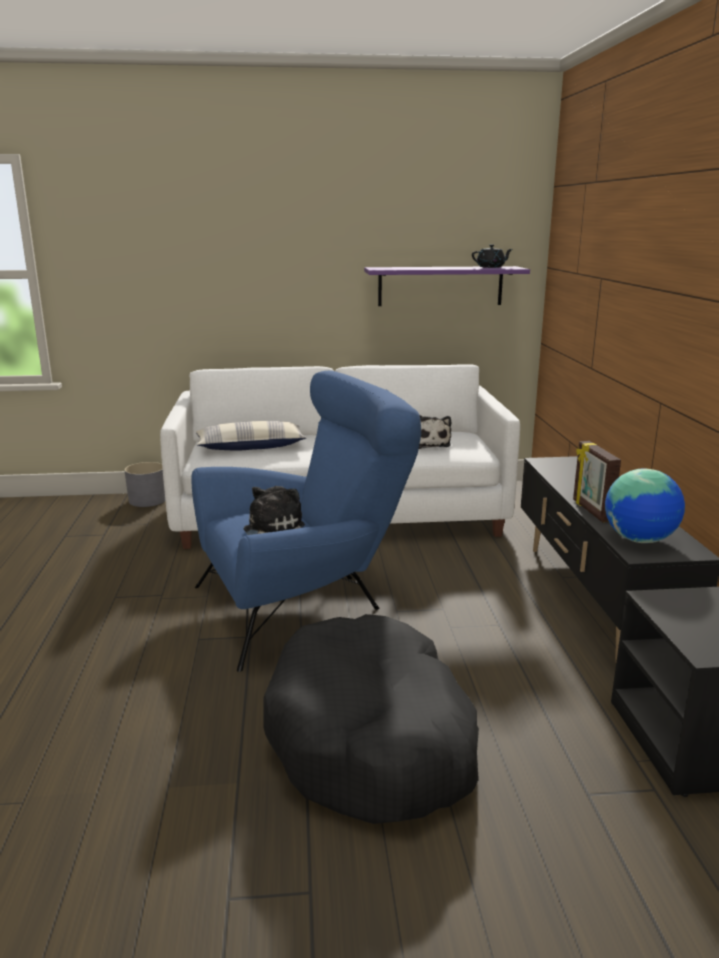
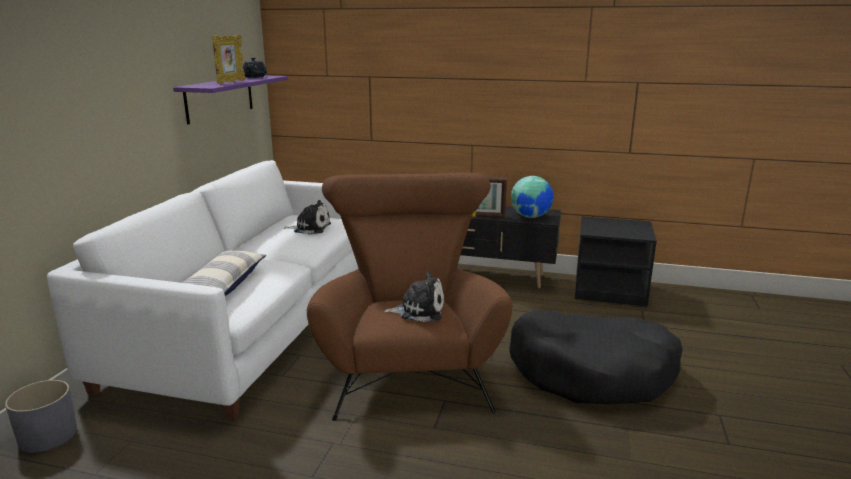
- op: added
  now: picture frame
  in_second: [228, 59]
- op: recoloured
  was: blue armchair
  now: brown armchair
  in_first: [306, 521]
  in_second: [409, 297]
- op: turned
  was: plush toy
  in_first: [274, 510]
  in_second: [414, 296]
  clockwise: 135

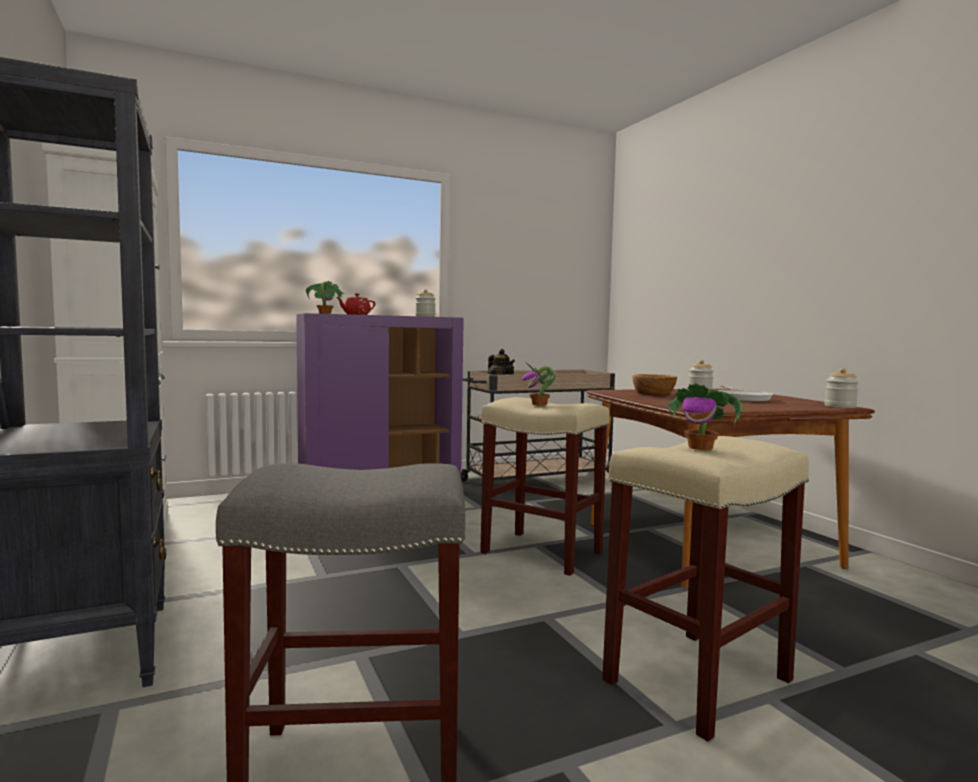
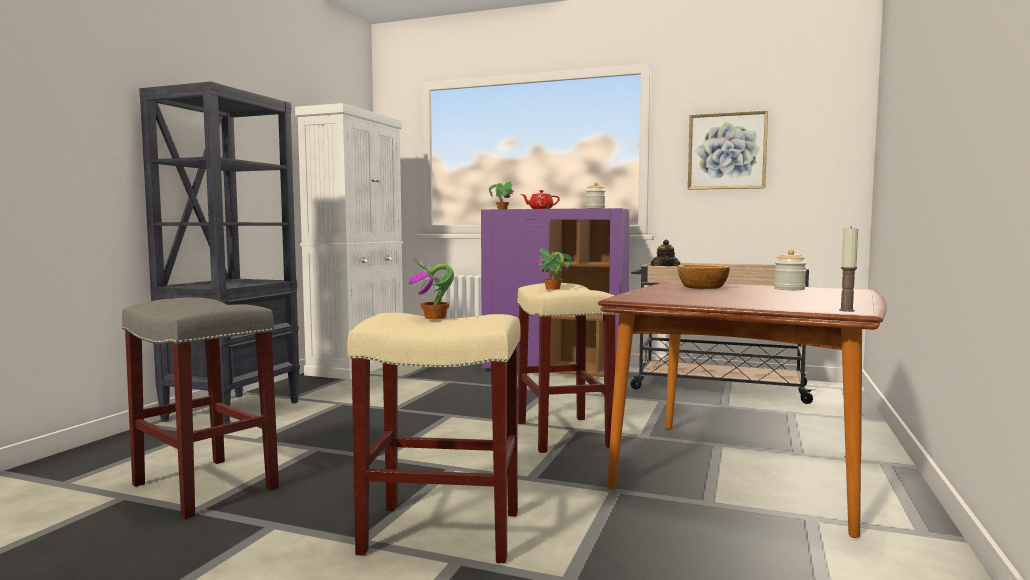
- op: removed
  was: frying pan
  in_first: [745, 394]
- op: added
  now: picture
  in_second: [728, 150]
- op: replaced
  was: jar
  now: candle
  in_first: [841, 388]
  in_second: [848, 269]

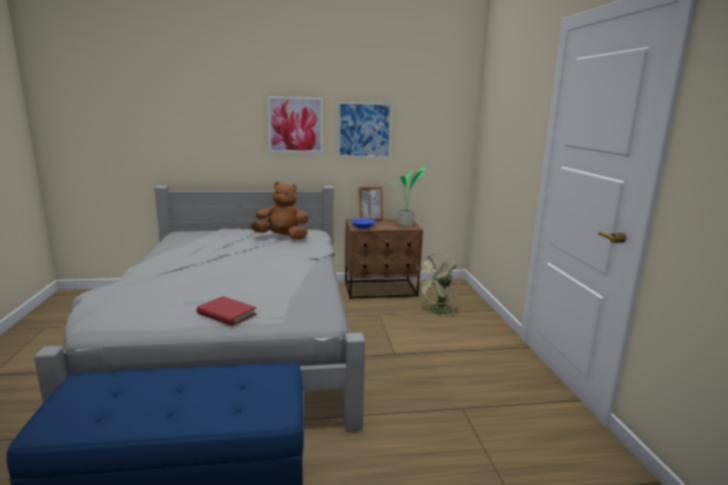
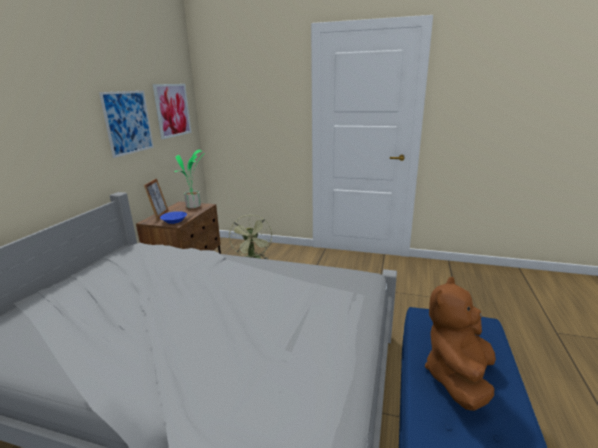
- op: removed
  was: red book
  in_first: [227, 311]
- op: moved
  was: brown plush toy
  in_first: [279, 211]
  in_second: [460, 344]
- op: moved
  was: picture
  in_first: [295, 124]
  in_second: [171, 111]

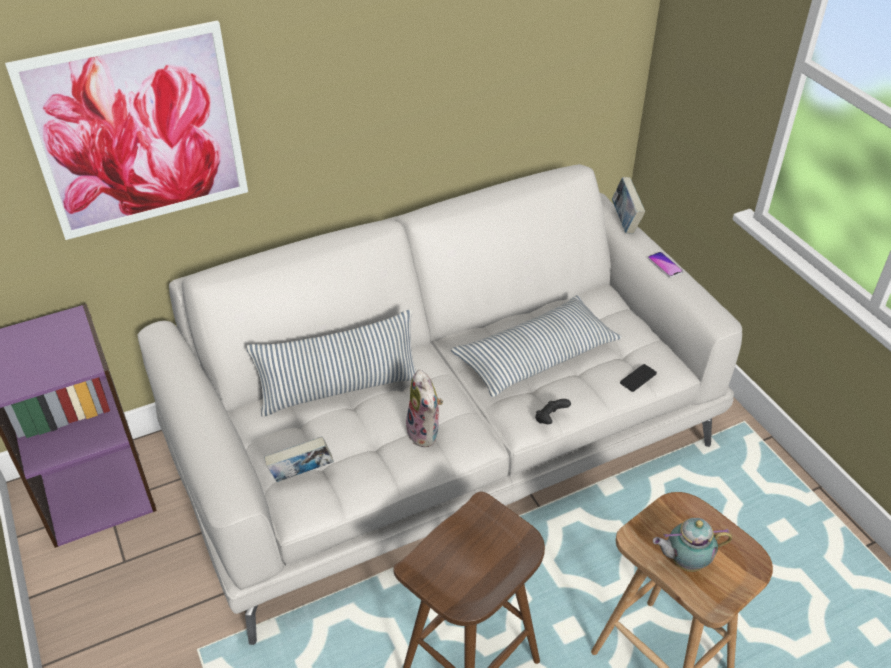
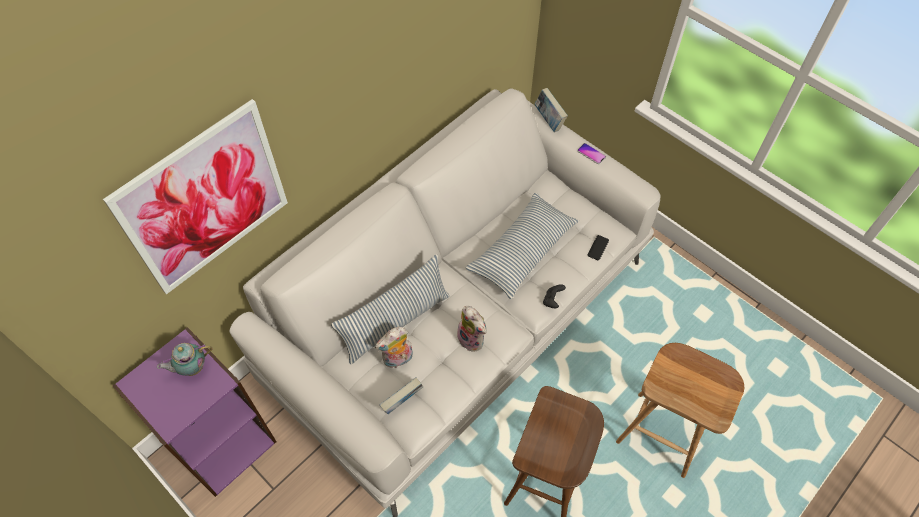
- op: added
  now: plush toy
  in_second: [394, 348]
- op: moved
  was: teapot
  in_first: [692, 545]
  in_second: [185, 359]

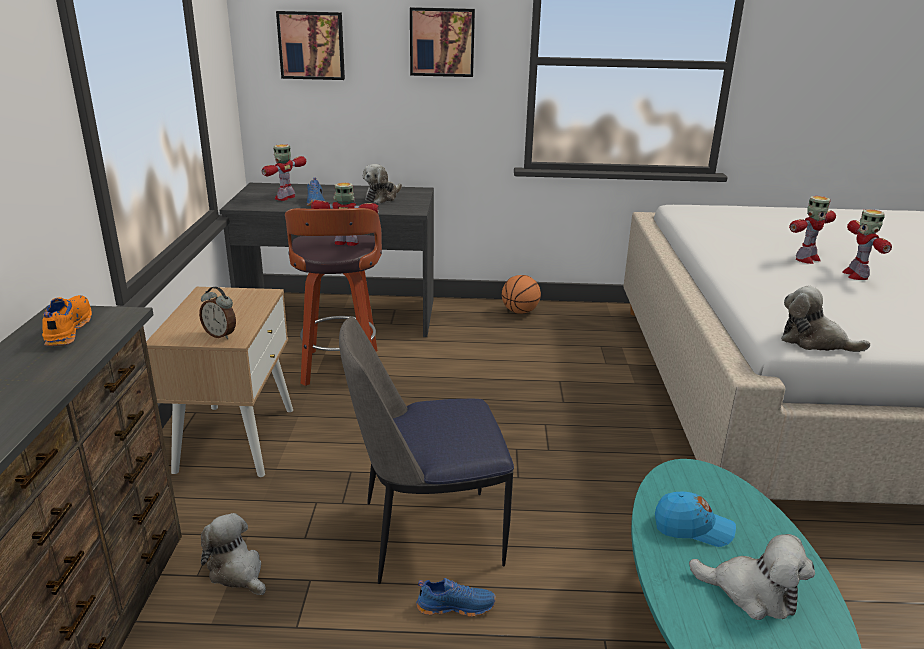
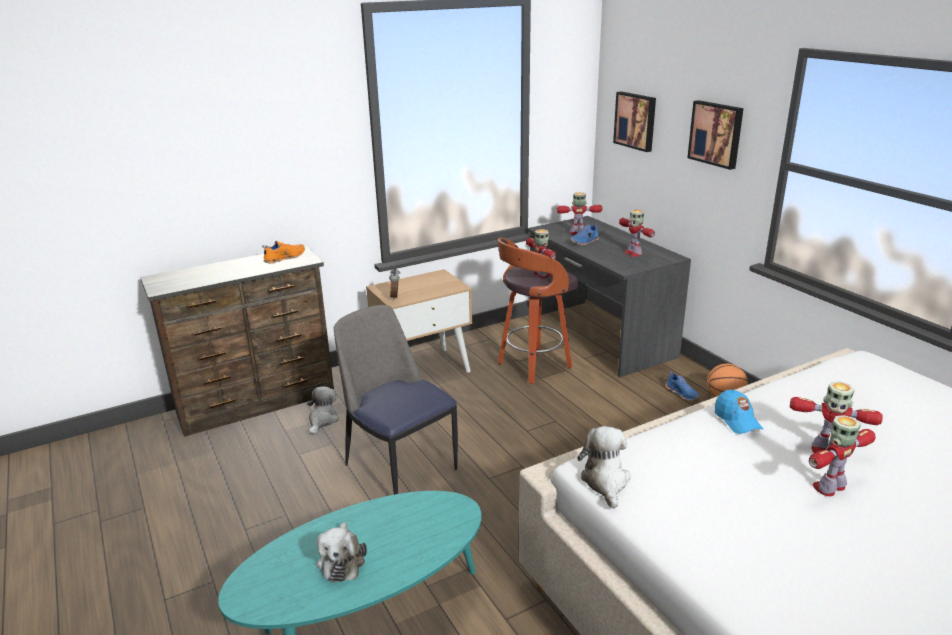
- op: moved
  was: blue shoe
  in_first: [456, 597]
  in_second: [683, 386]
- op: moved
  was: blue cap
  in_first: [695, 519]
  in_second: [739, 412]
- op: replaced
  was: plush toy
  now: toy robot
  in_first: [382, 184]
  in_second: [637, 233]

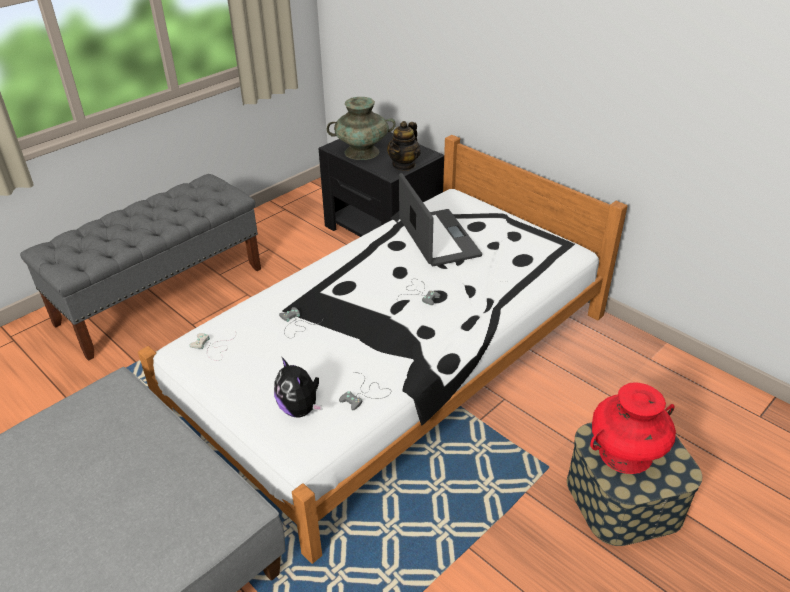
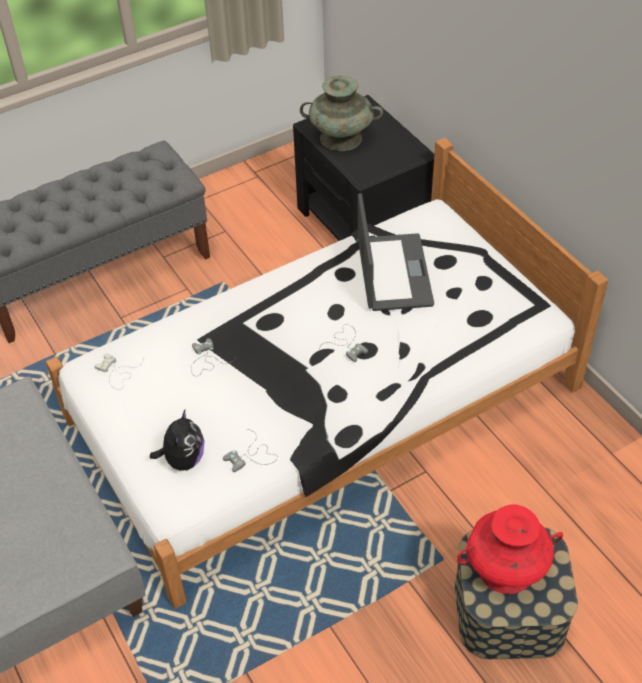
- op: removed
  was: teapot
  in_first: [404, 146]
- op: turned
  was: plush toy
  in_first: [298, 387]
  in_second: [177, 440]
  clockwise: -150

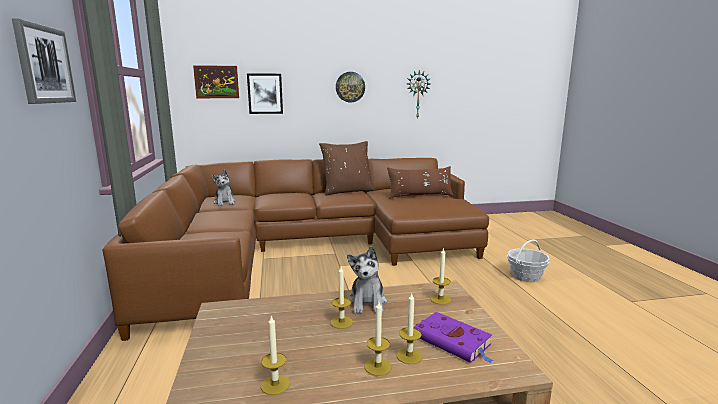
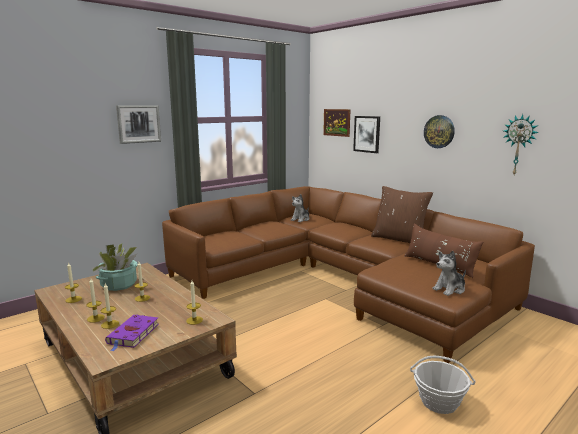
- op: added
  now: potted plant
  in_second: [114, 267]
- op: moved
  was: plush toy
  in_first: [367, 279]
  in_second: [449, 273]

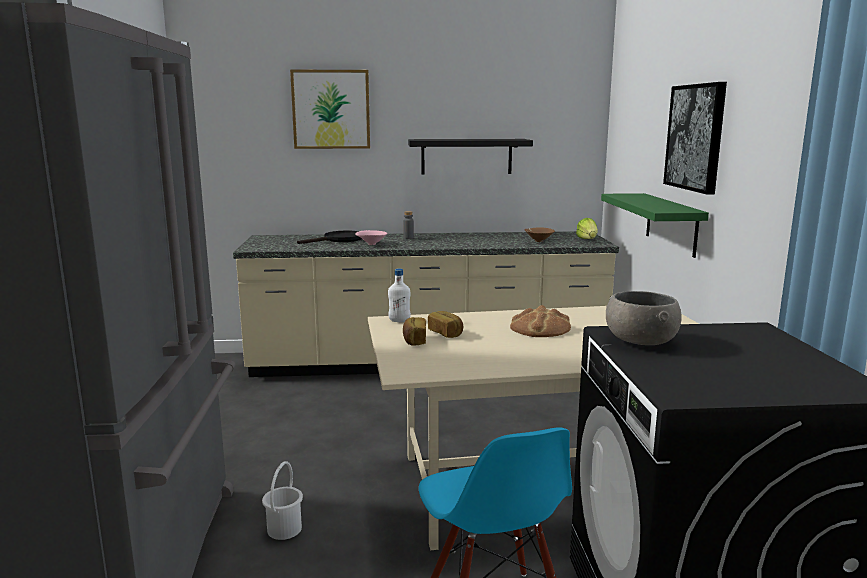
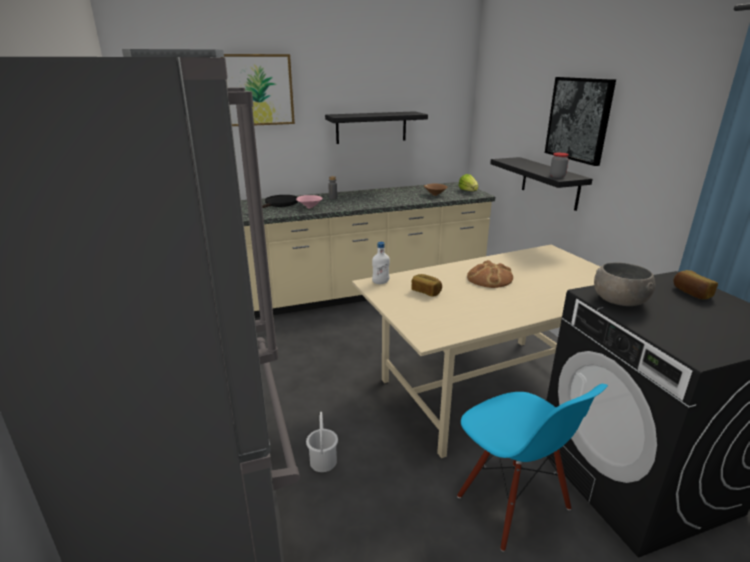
- op: added
  now: jar
  in_second: [559, 165]
- op: moved
  was: bread
  in_first: [414, 331]
  in_second: [696, 284]
- op: recoloured
  was: green shelf
  now: black shelf
  in_first: [655, 225]
  in_second: [541, 184]

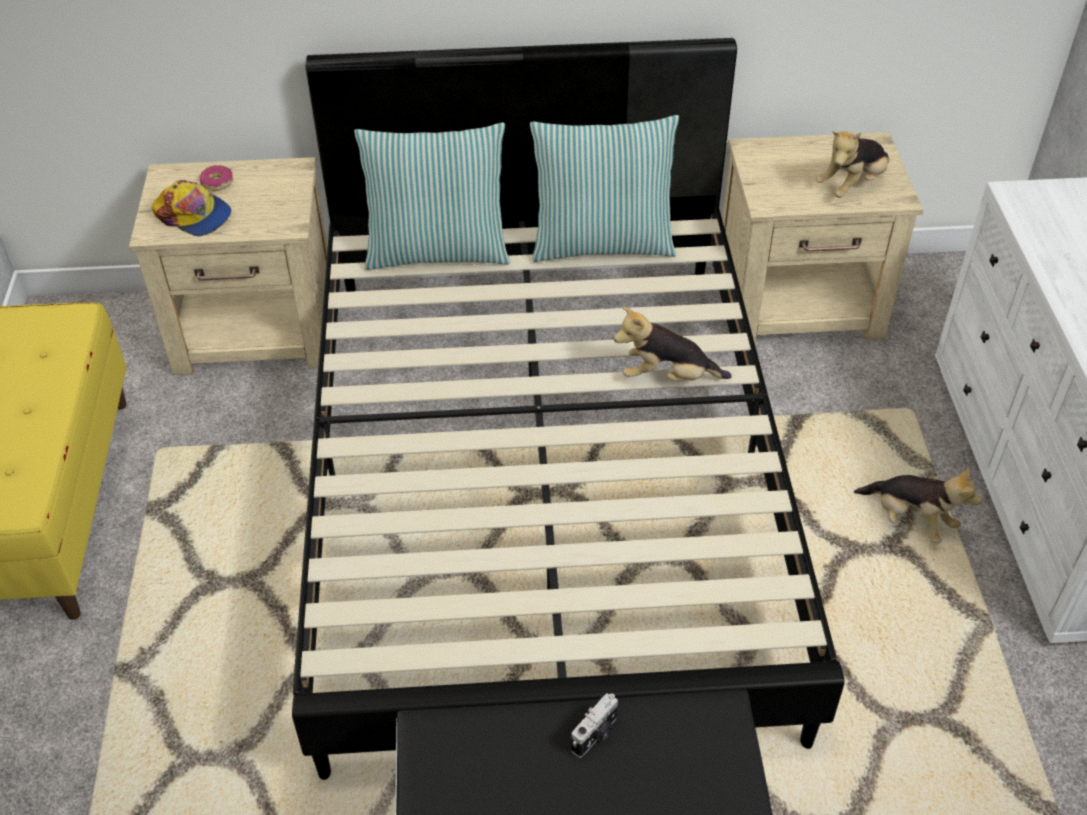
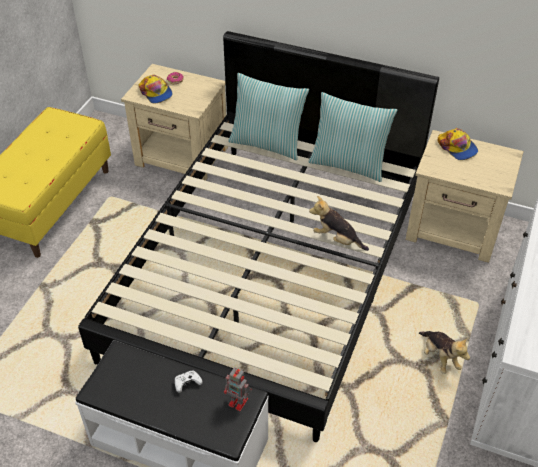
- op: removed
  was: plush toy
  in_first: [852, 164]
- op: added
  now: toy robot
  in_second: [238, 389]
- op: added
  now: cap
  in_second: [458, 144]
- op: replaced
  was: photo camera
  now: white game controller
  in_first: [594, 725]
  in_second: [189, 381]

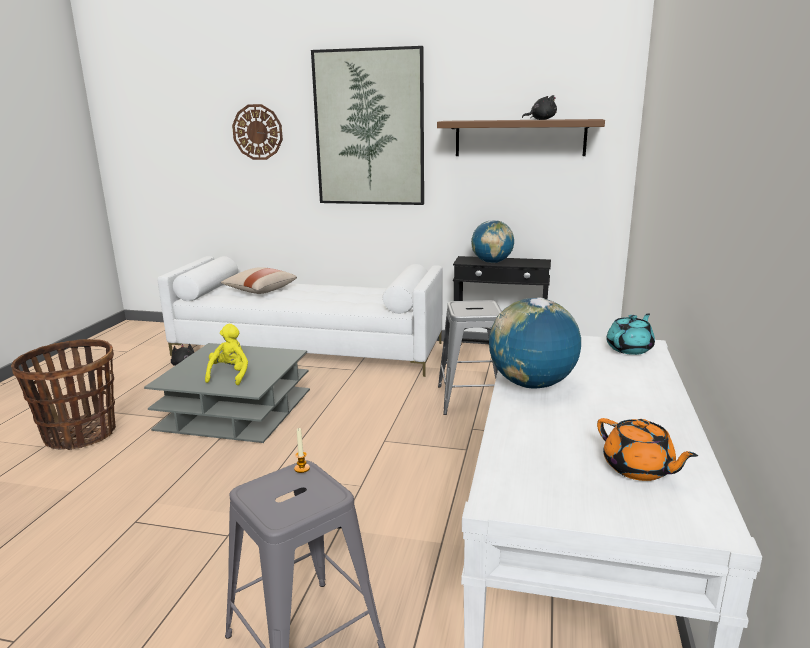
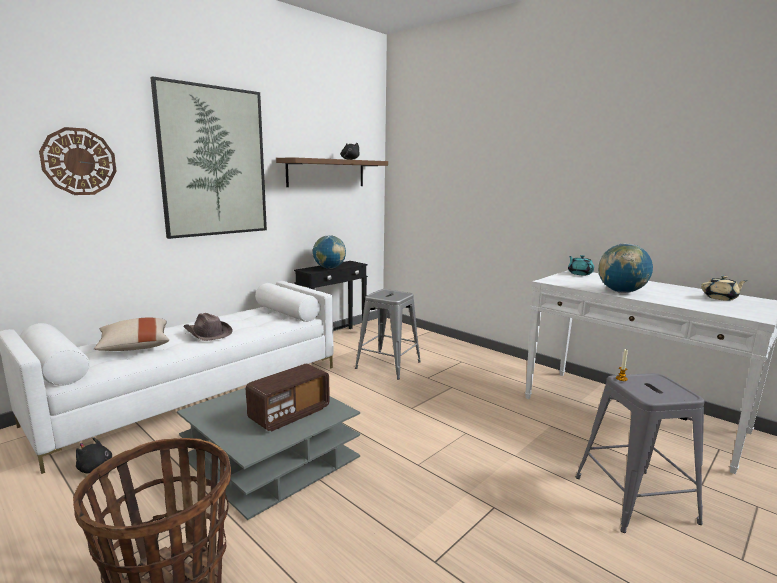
- op: added
  now: brown hat
  in_second: [208, 327]
- op: replaced
  was: yellow plush toy
  now: radio
  in_first: [226, 354]
  in_second: [288, 397]
- op: recoloured
  was: orange teapot
  now: beige teapot
  in_first: [647, 449]
  in_second: [724, 288]

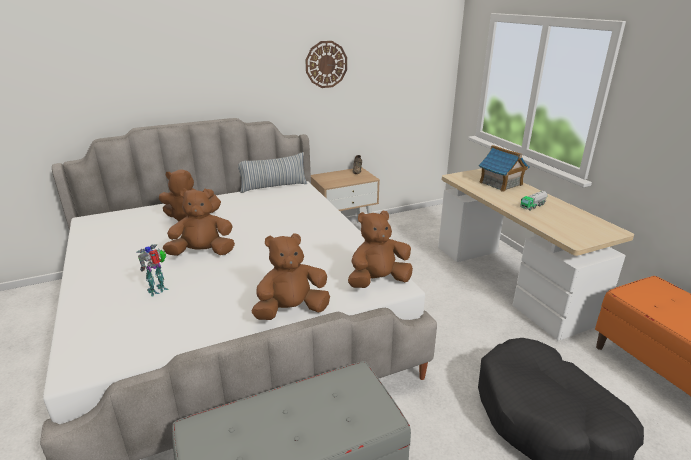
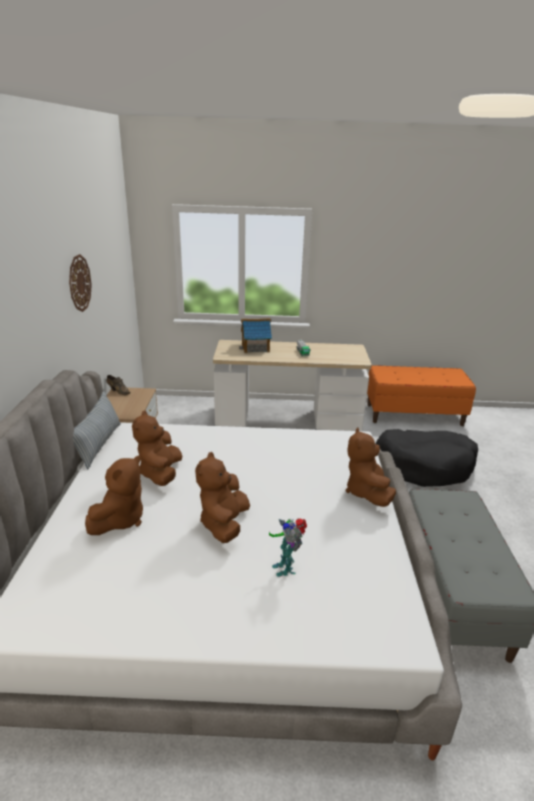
- op: moved
  was: brown plush toy
  in_first: [380, 249]
  in_second: [157, 448]

